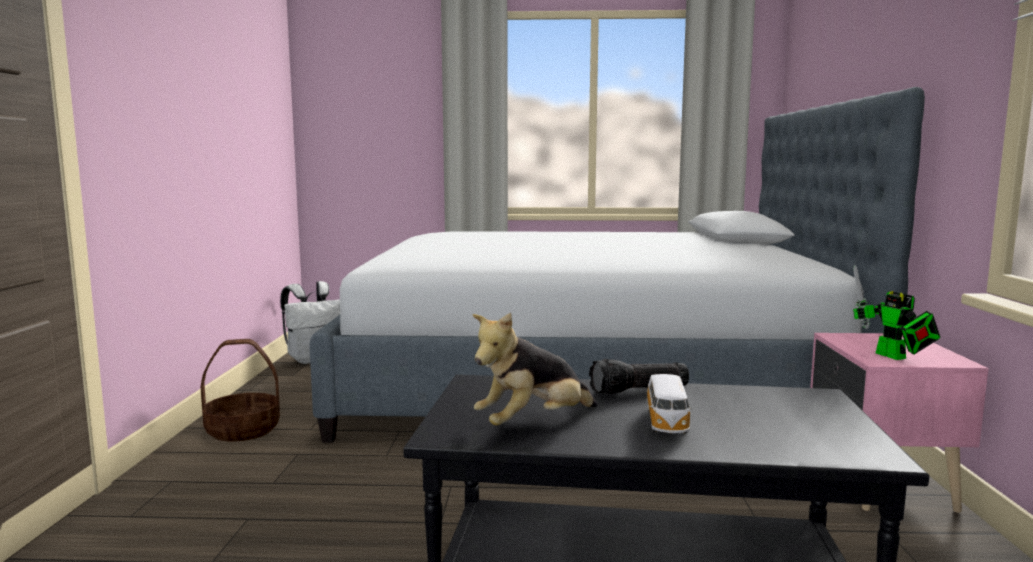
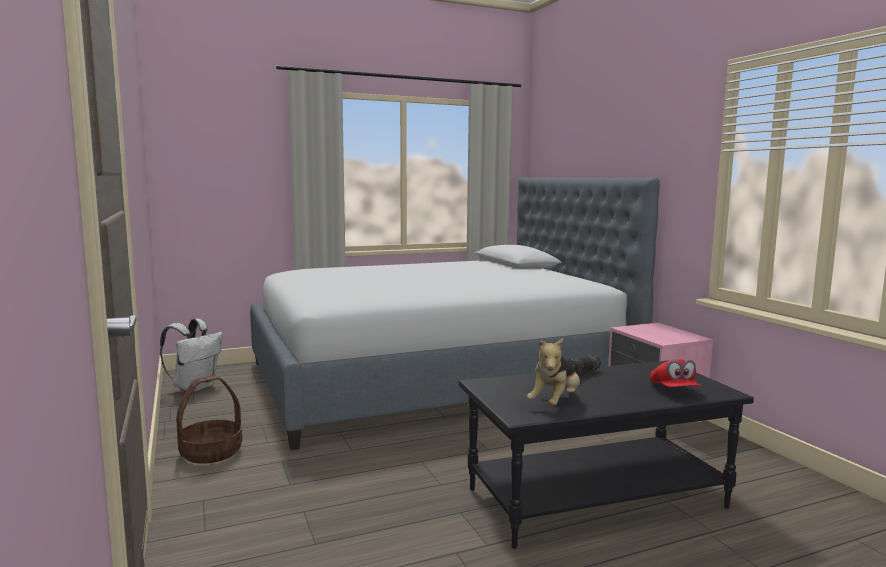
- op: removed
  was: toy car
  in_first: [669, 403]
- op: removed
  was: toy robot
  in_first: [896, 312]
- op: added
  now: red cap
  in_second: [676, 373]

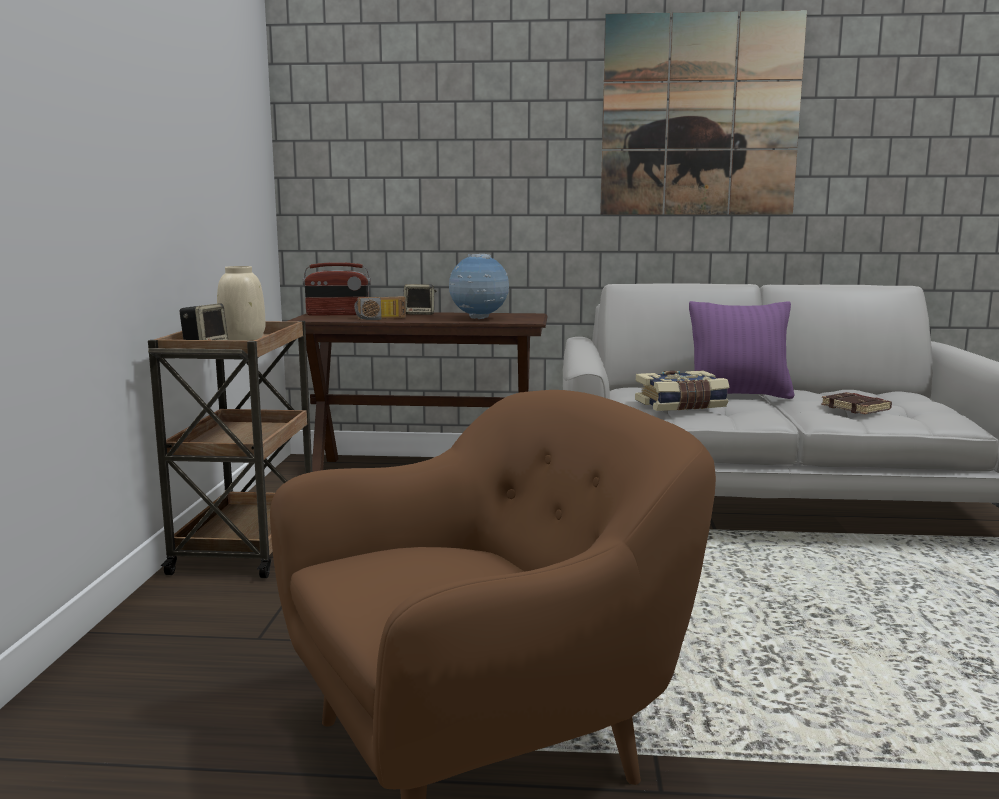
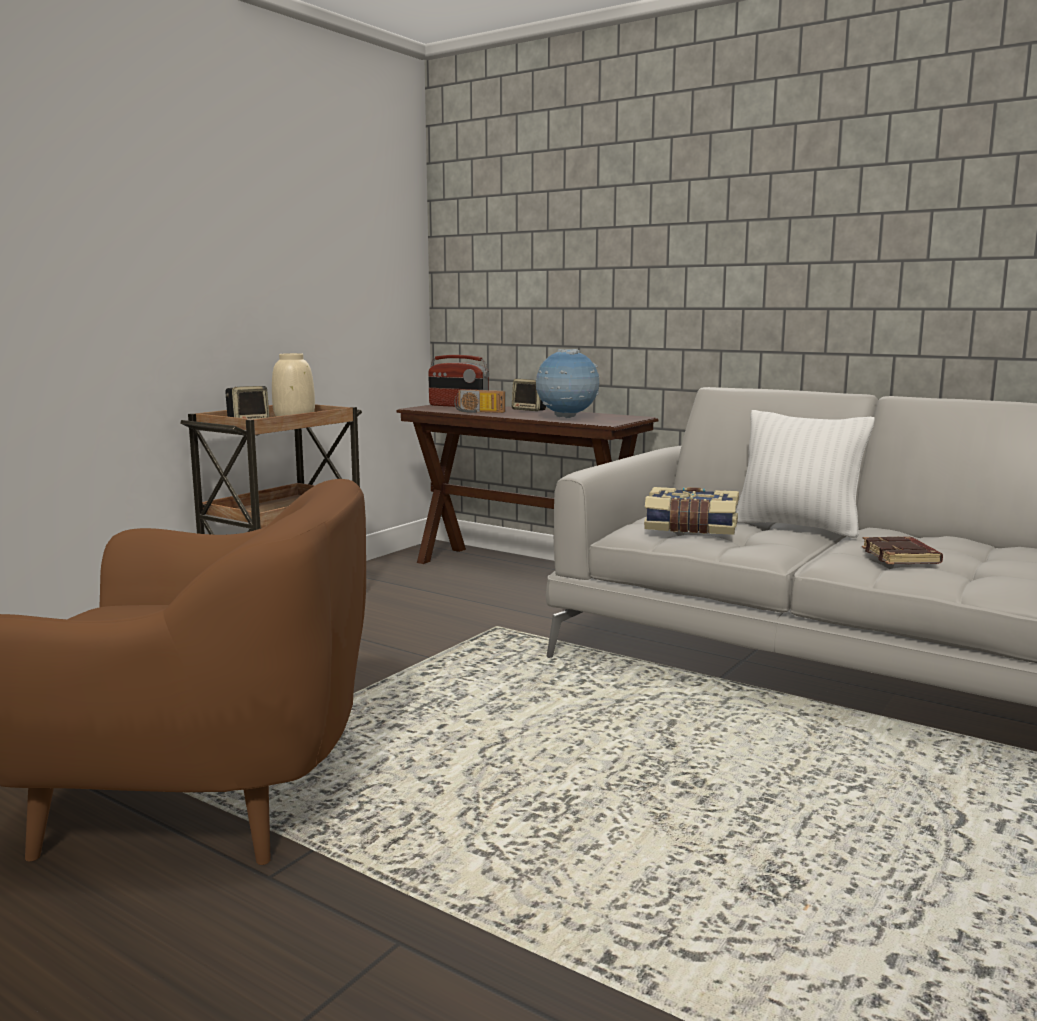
- op: removed
  was: picture
  in_first: [704, 112]
- op: recoloured
  was: purple pillow
  now: white pillow
  in_first: [741, 350]
  in_second: [805, 474]

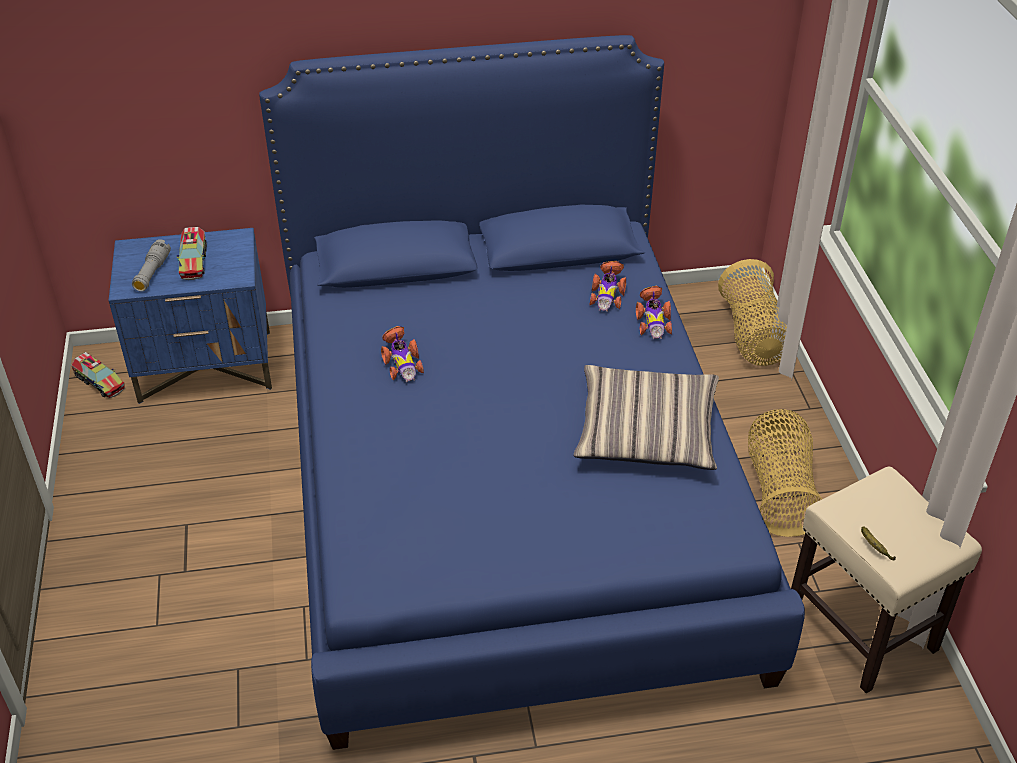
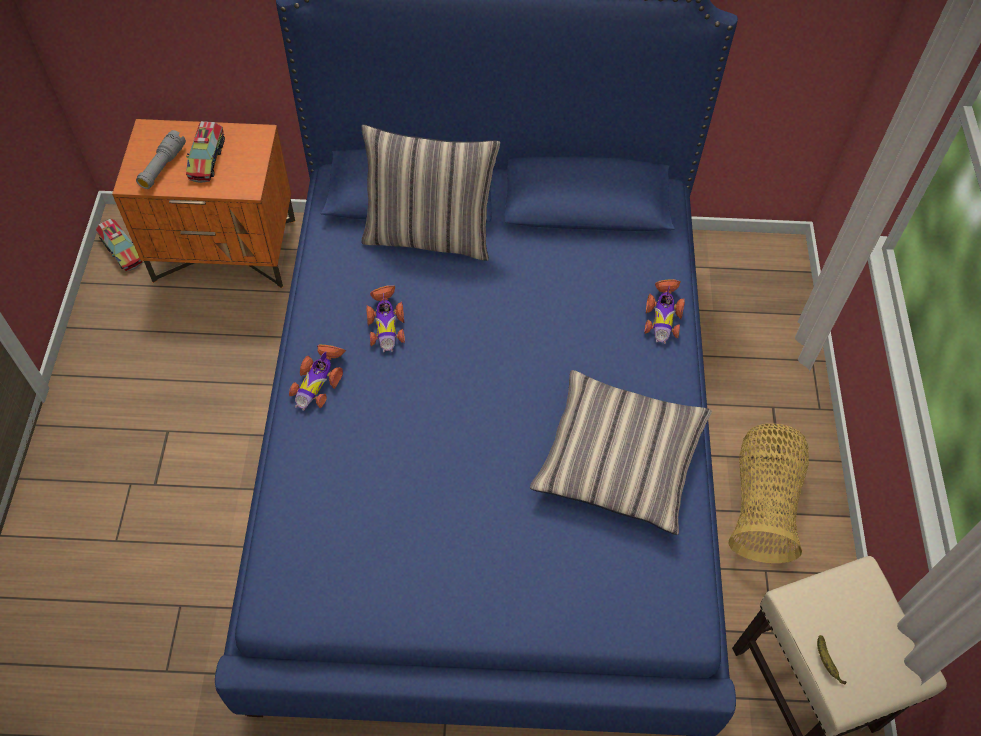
- op: removed
  was: basket
  in_first: [752, 312]
- op: added
  now: pillow
  in_second: [430, 192]
- op: moved
  was: toy car
  in_first: [607, 286]
  in_second: [317, 378]
- op: recoloured
  was: blue nightstand
  now: orange nightstand
  in_first: [190, 316]
  in_second: [203, 203]

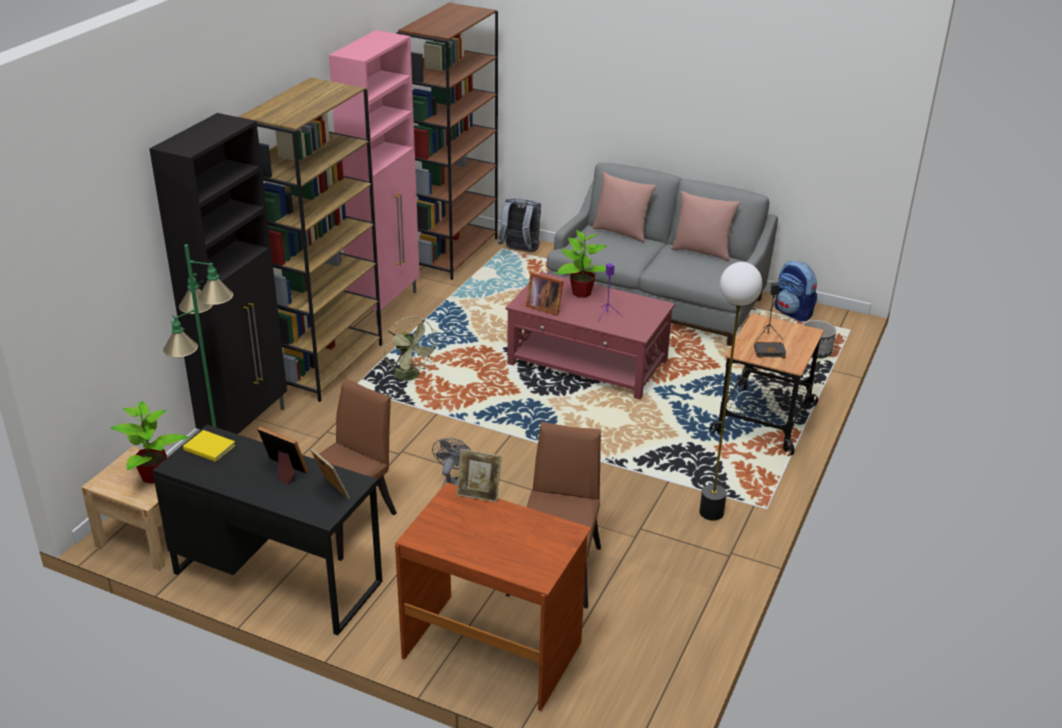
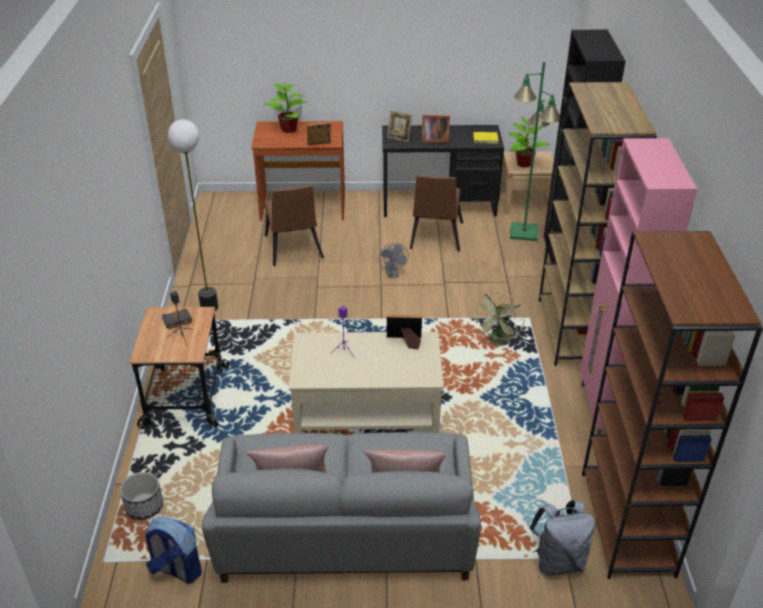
- op: moved
  was: potted plant
  in_first: [581, 264]
  in_second: [285, 108]
- op: recoloured
  was: red coffee table
  now: beige coffee table
  in_first: [590, 335]
  in_second: [366, 382]
- op: turned
  was: green fan
  in_first: [411, 348]
  in_second: [499, 319]
  clockwise: -90

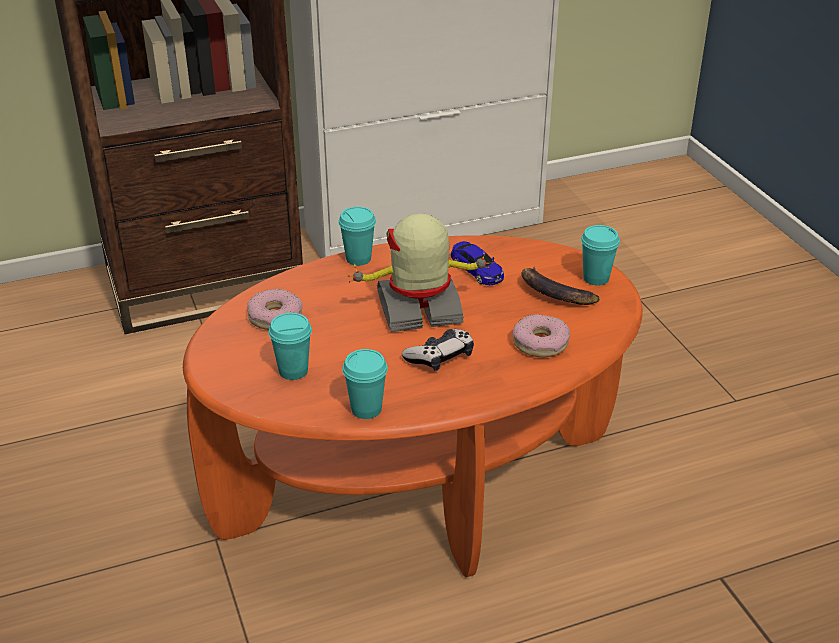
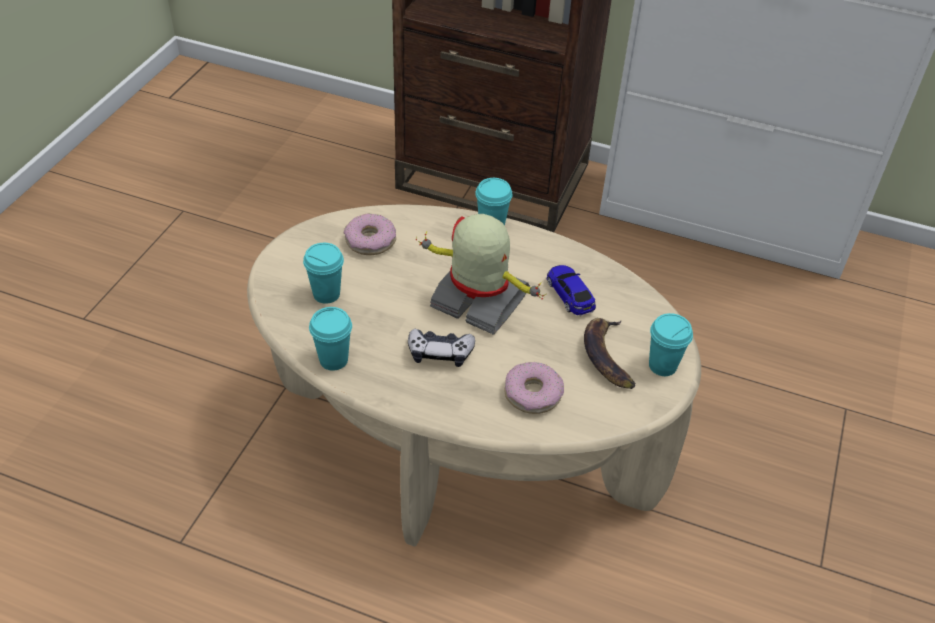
- op: recoloured
  was: orange coffee table
  now: beige coffee table
  in_first: [413, 406]
  in_second: [474, 376]
- op: turned
  was: toy car
  in_first: [477, 263]
  in_second: [571, 290]
  clockwise: 150

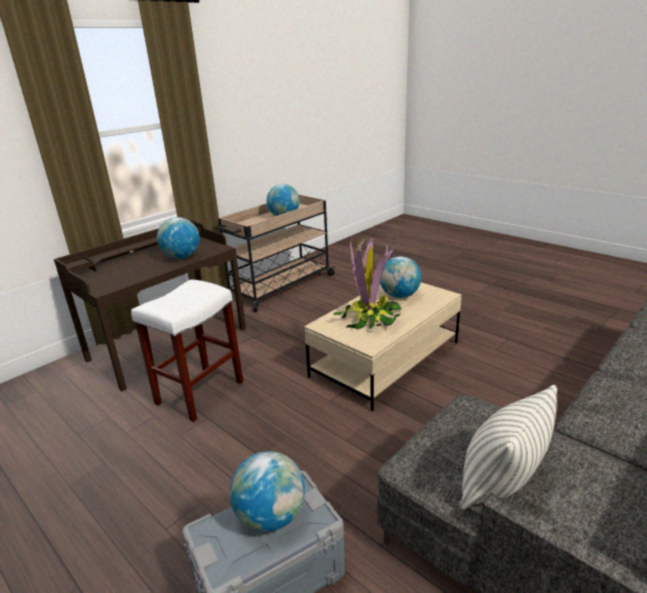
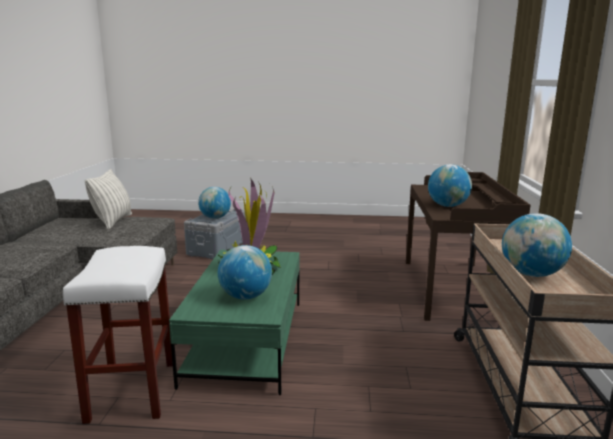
- op: moved
  was: white stool
  in_first: [187, 351]
  in_second: [118, 335]
- op: recoloured
  was: beige coffee table
  now: green coffee table
  in_first: [383, 346]
  in_second: [234, 322]

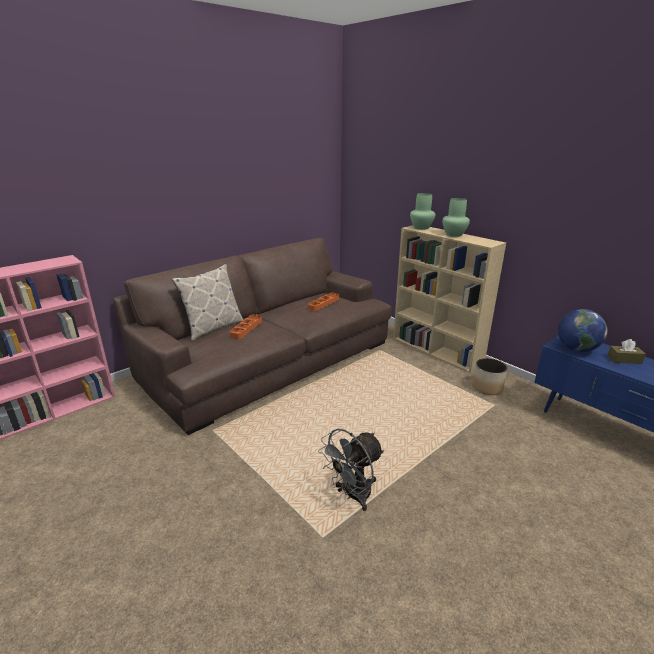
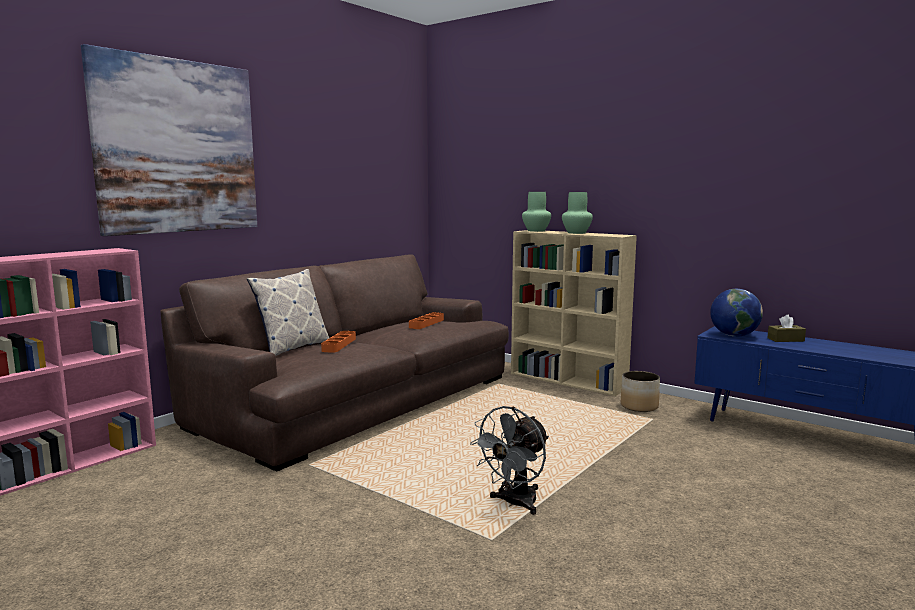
- op: added
  now: picture
  in_second: [169, 140]

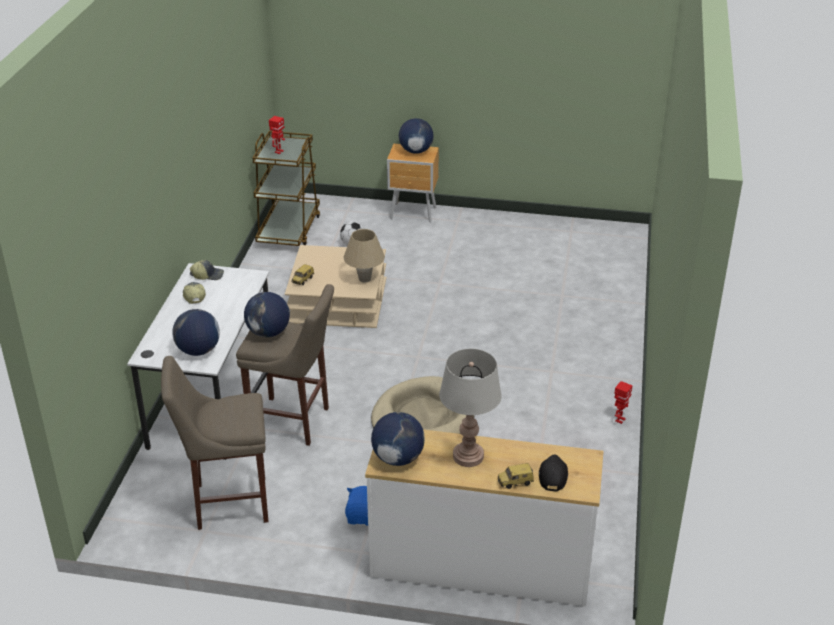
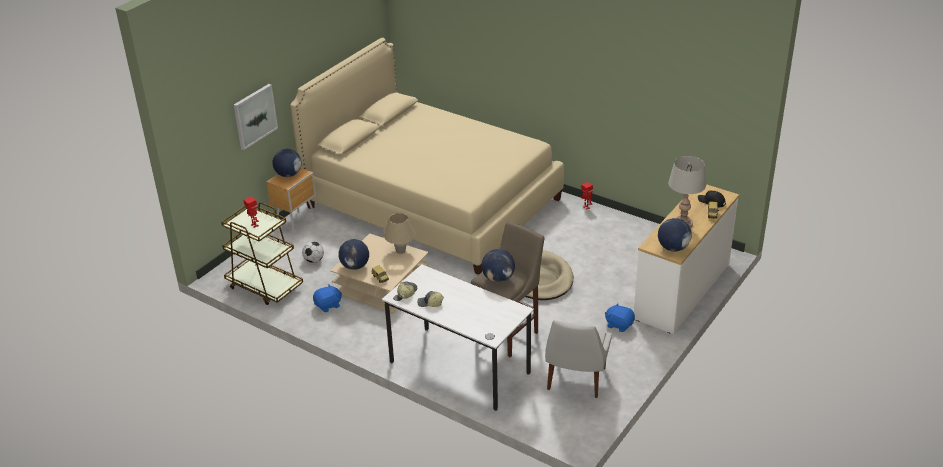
- op: added
  now: picture
  in_second: [256, 117]
- op: added
  now: beige bed
  in_second: [427, 156]
- op: added
  now: blue plush toy
  in_second: [327, 298]
- op: moved
  was: globe
  in_first: [196, 332]
  in_second: [354, 254]
- op: replaced
  was: beige stool
  now: white chair
  in_first: [214, 443]
  in_second: [578, 359]

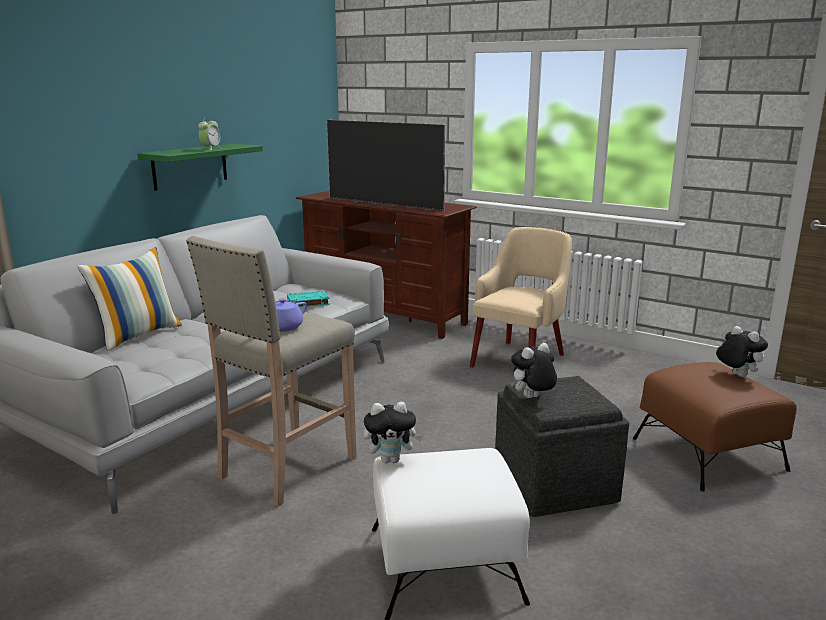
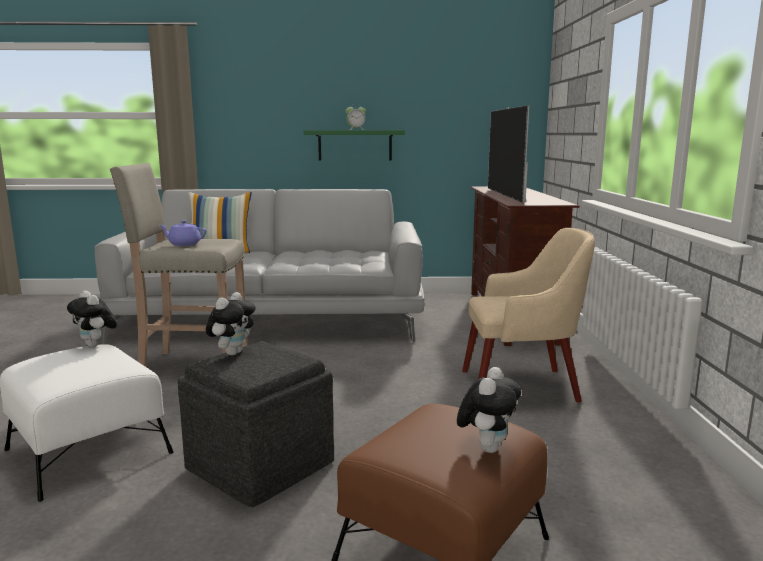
- op: removed
  was: turquoise book
  in_first: [308, 299]
- op: turned
  was: plush toy
  in_first: [533, 370]
  in_second: [231, 323]
  clockwise: 90

